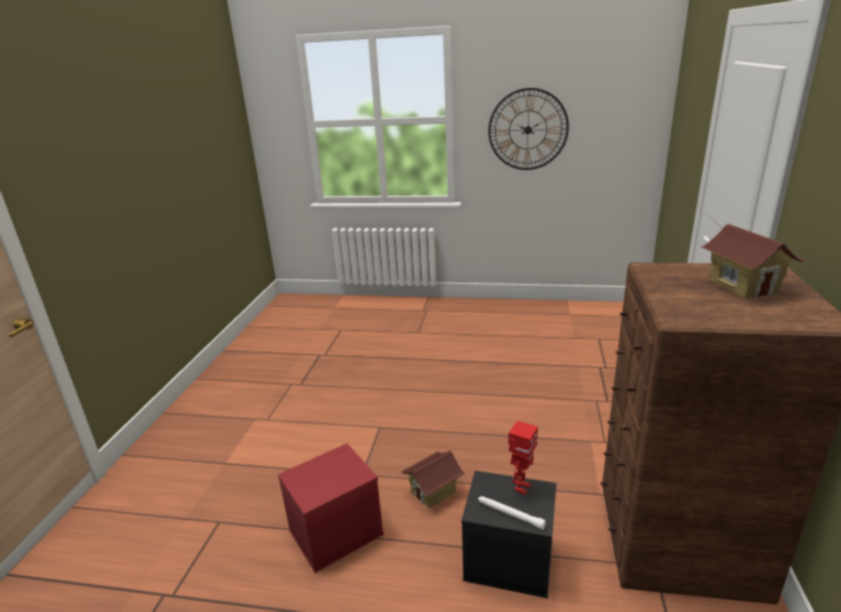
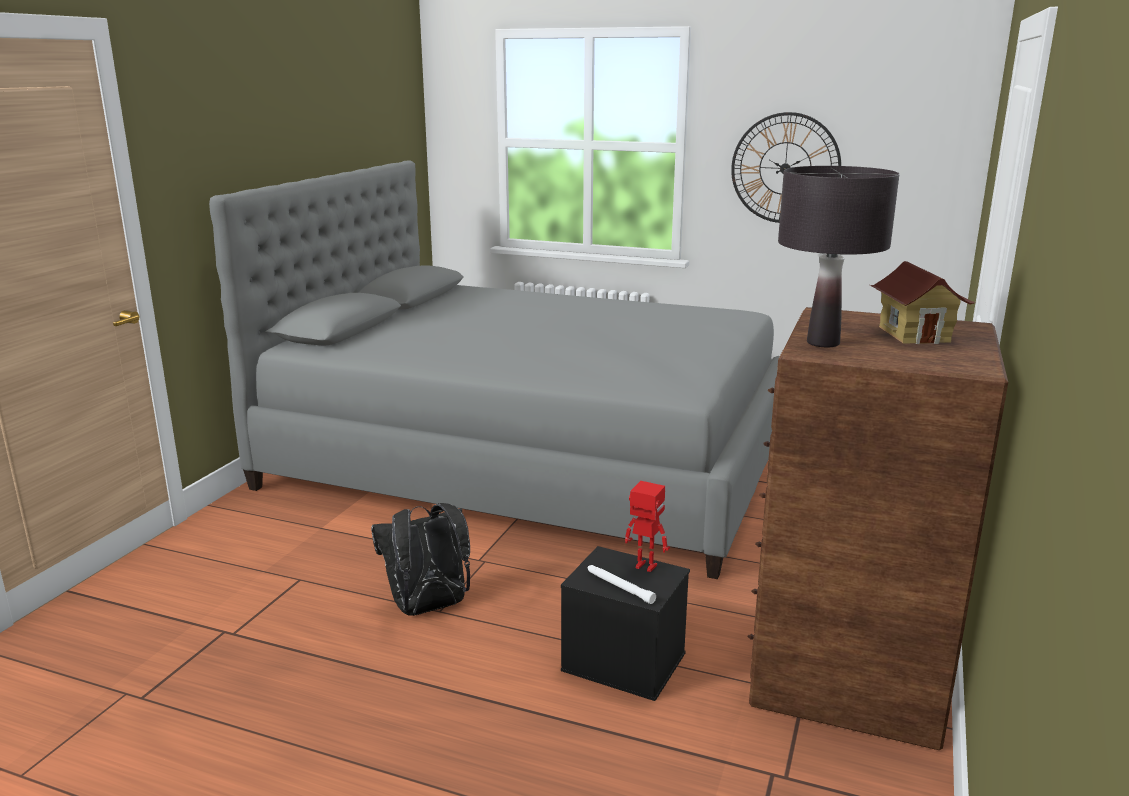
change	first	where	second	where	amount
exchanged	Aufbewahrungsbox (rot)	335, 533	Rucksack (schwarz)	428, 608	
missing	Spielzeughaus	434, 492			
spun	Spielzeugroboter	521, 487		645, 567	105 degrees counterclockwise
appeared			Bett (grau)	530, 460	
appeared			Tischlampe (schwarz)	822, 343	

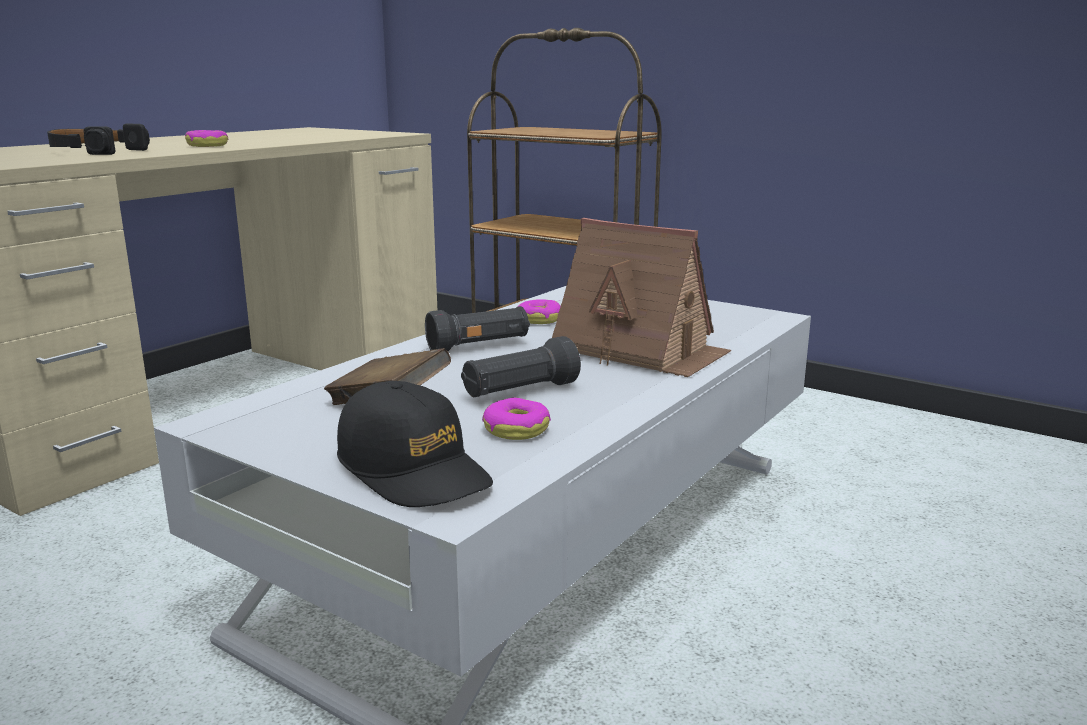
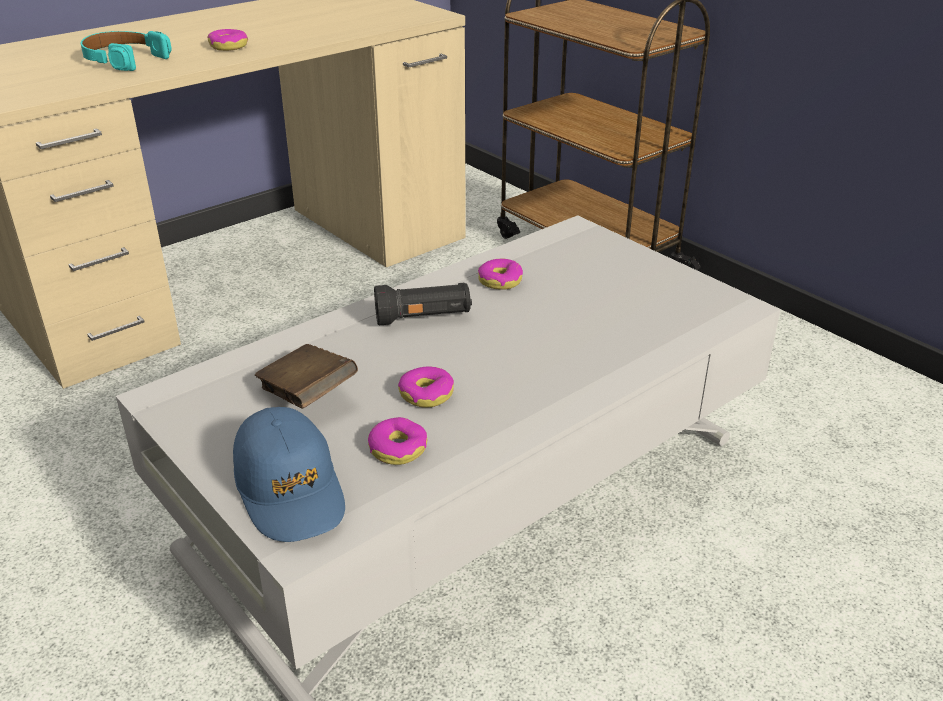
change	first	where	second	where	amount
colour	Kopfhörer (schwarz)	96, 151	Kopfhörer (türkis)	124, 60	
colour	Kappe (schwarz)	413, 470	Kappe (blau)	290, 489	
exchanged	Taschenlampe (schwarz)	520, 392	Donut	427, 394	
missing	Spielzeughaus	641, 350			

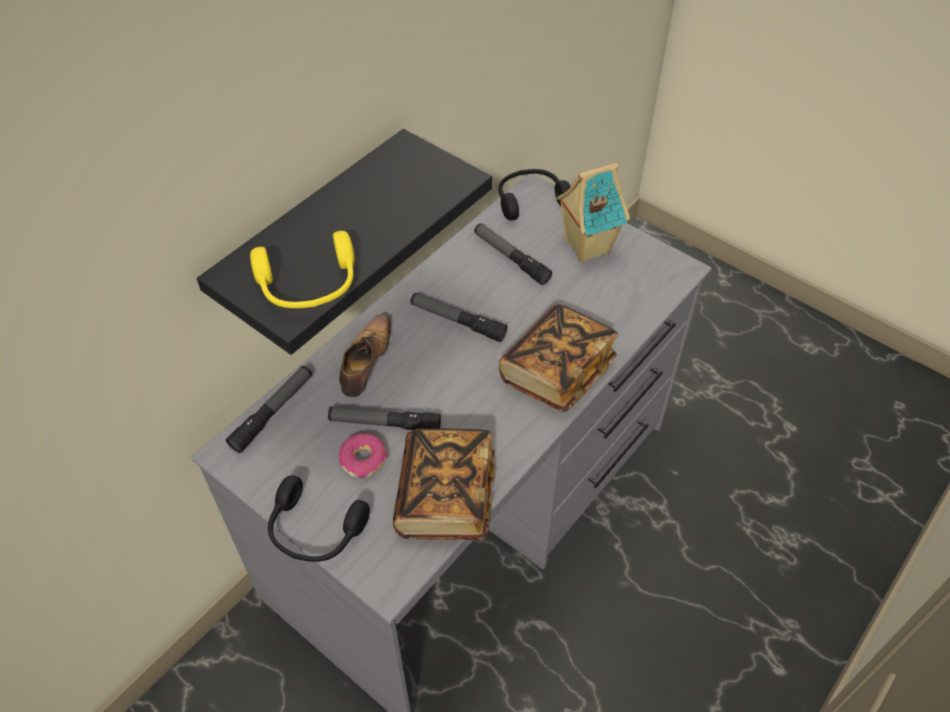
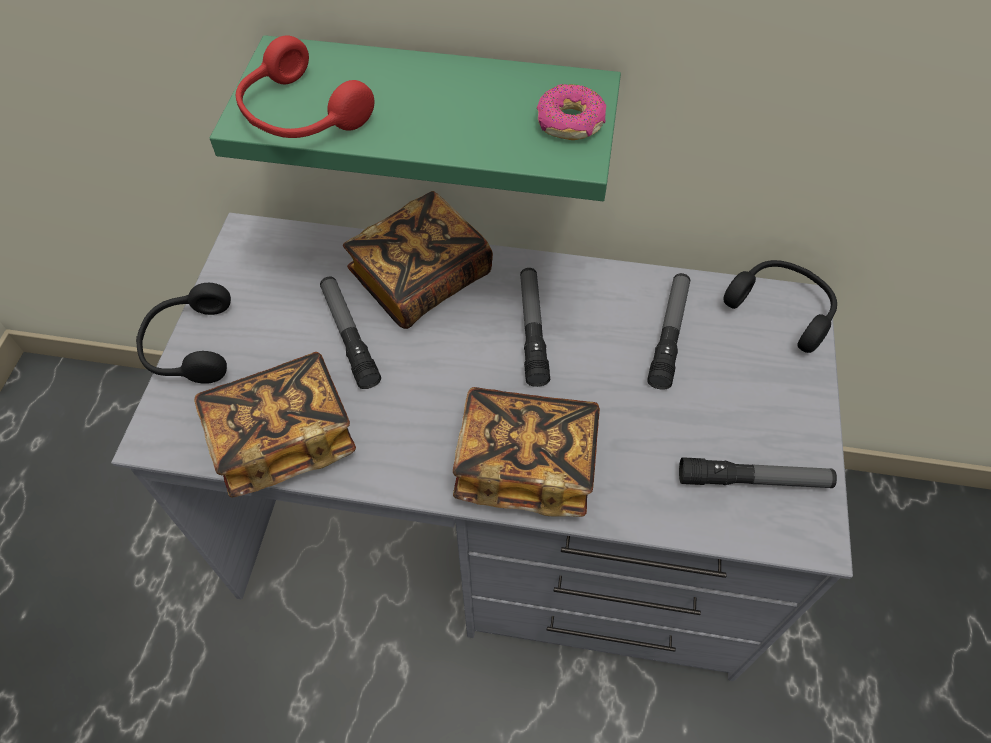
change	first	where	second	where	amount
colour	Wandregal (schwarz)	314, 234	Wandregal (grün)	442, 105	
relocated	Taschenlampe	273, 412		753, 480	
colour	Kopfhörer (gelb)	309, 287	Kopfhörer (rot)	299, 115	
relocated	Donut	363, 459		570, 123	
exchanged	Schuh	365, 361	Buch	421, 279	
missing	Spielzeughaus	586, 247			

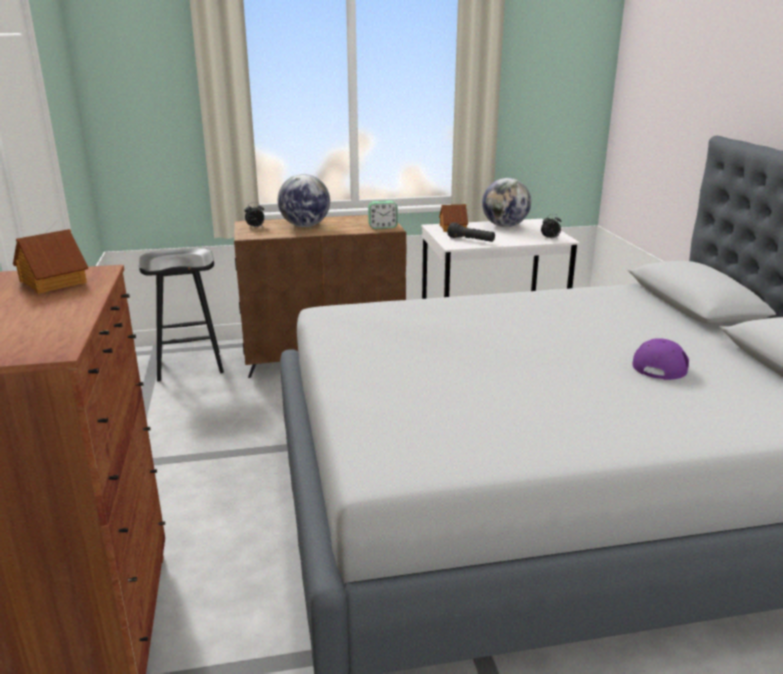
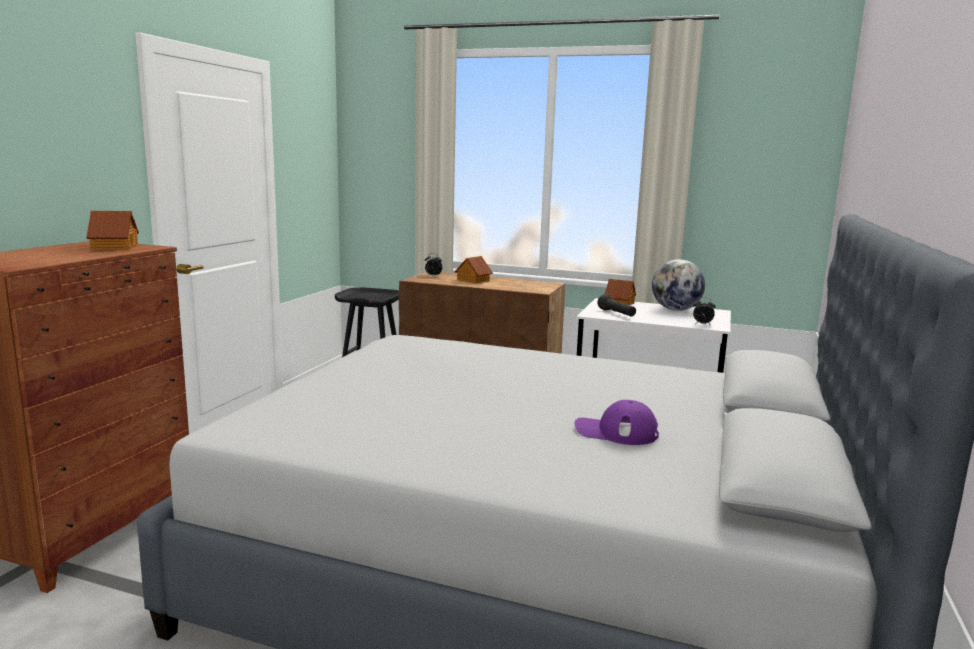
change	first	where	second	where	amount
exchanged	Globus	305, 226	Spielzeughaus	472, 280	
missing	Wecker	382, 227			
spun	Kappe (lila)	661, 364		615, 432	135 degrees counterclockwise

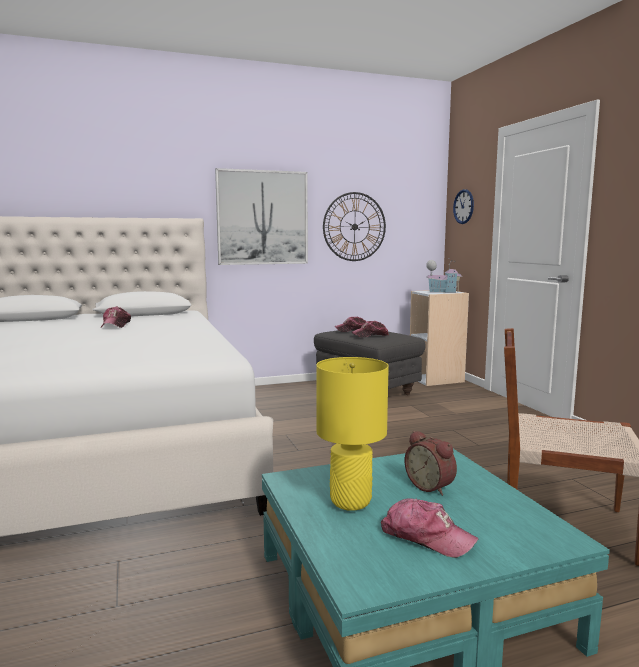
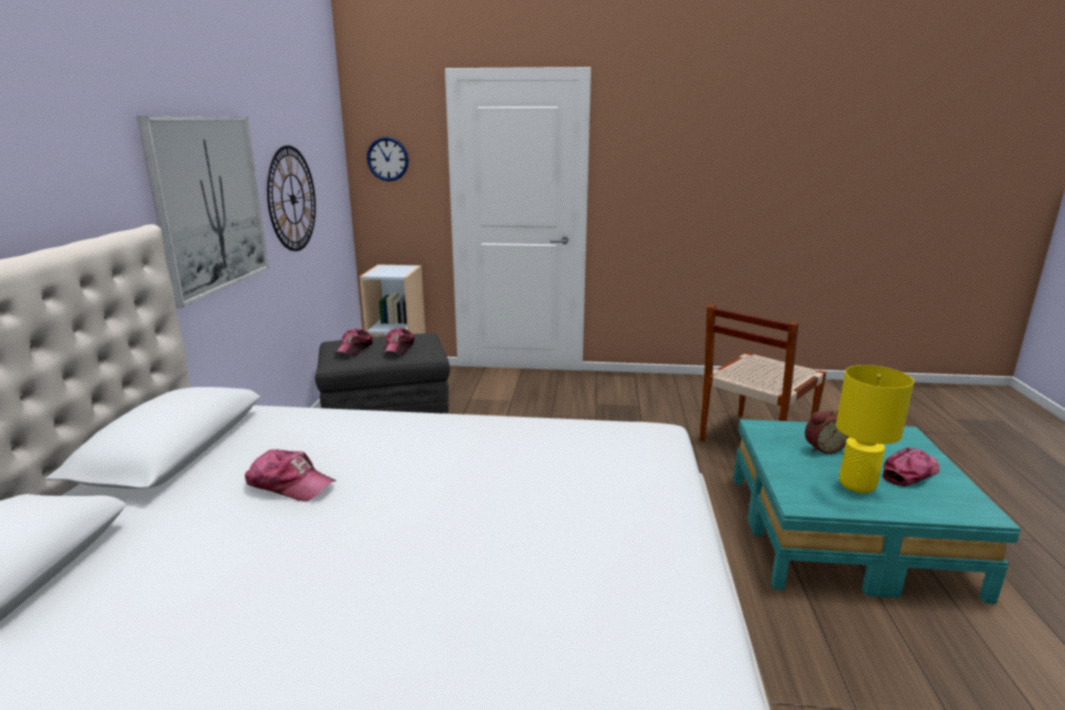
change	first	where	second	where	amount
missing	Spielzeughaus	442, 292			

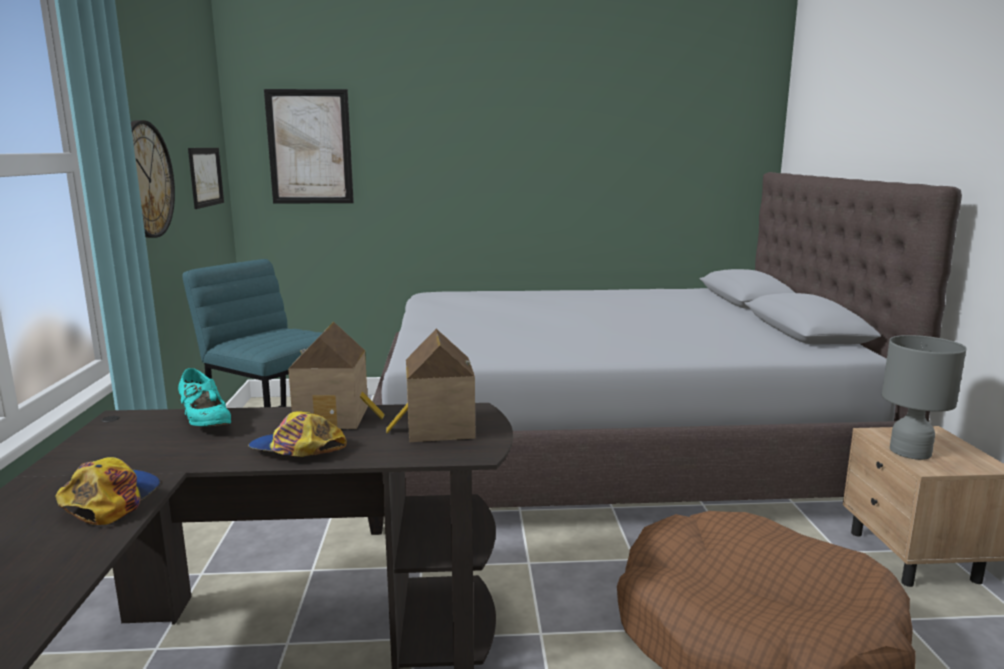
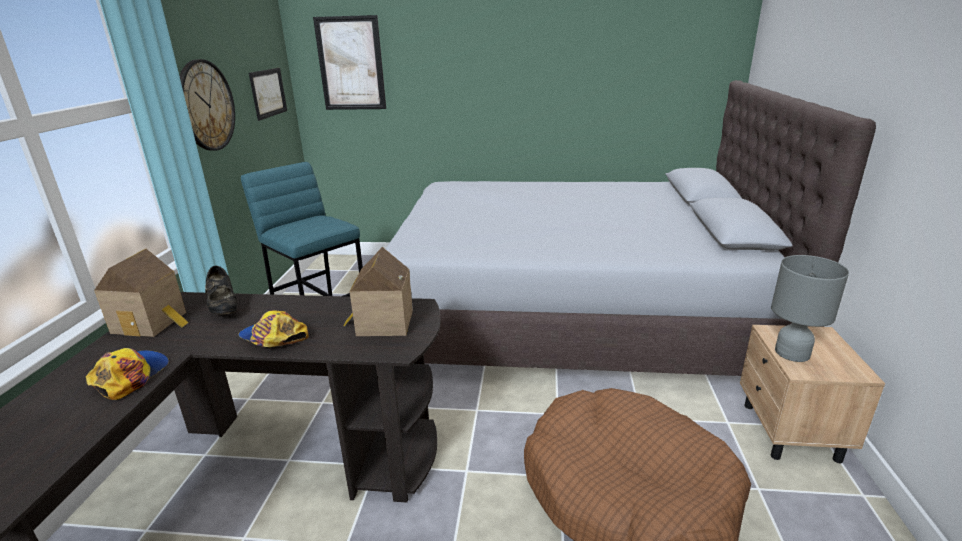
change	first	where	second	where	amount
colour	Schuh (türkis)	205, 423	Schuh (schwarz)	223, 307	
relocated	Spielzeughaus	336, 417		152, 323	

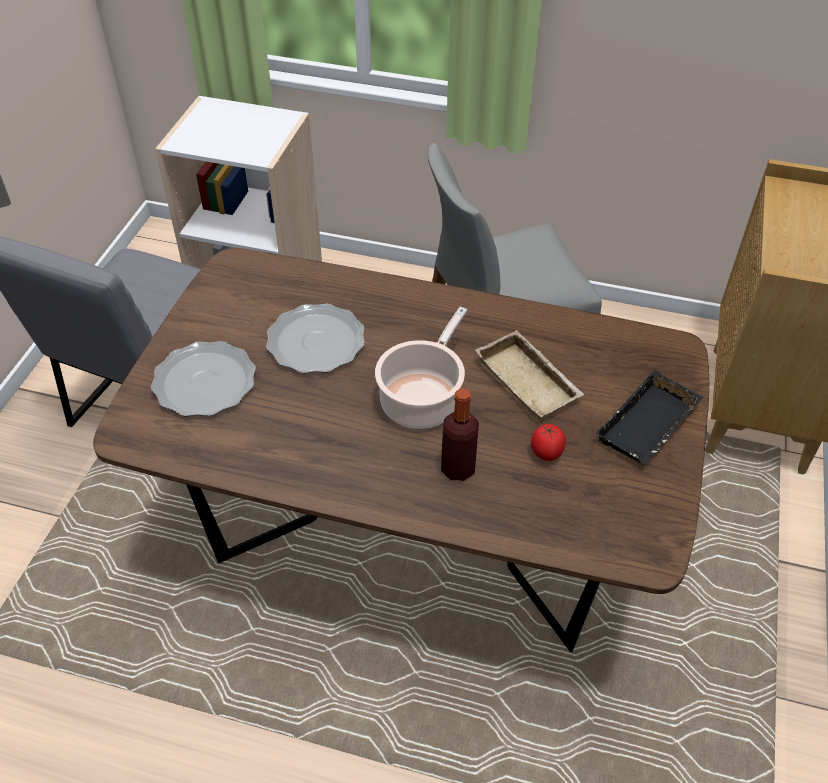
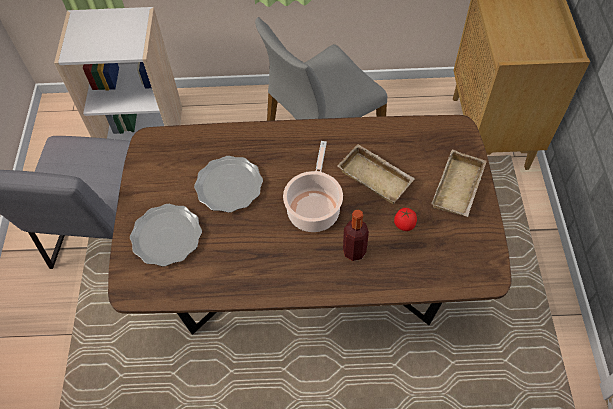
change	first	where	second	where	amount
colour	Tablett (schwarz)	649, 427	Tablett (beige)	459, 189	

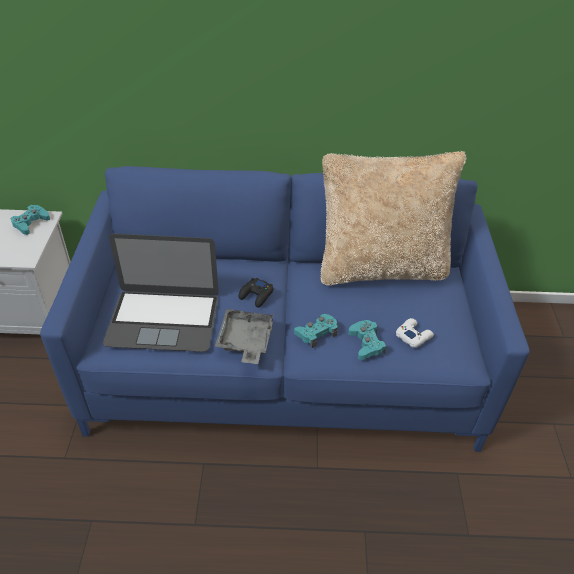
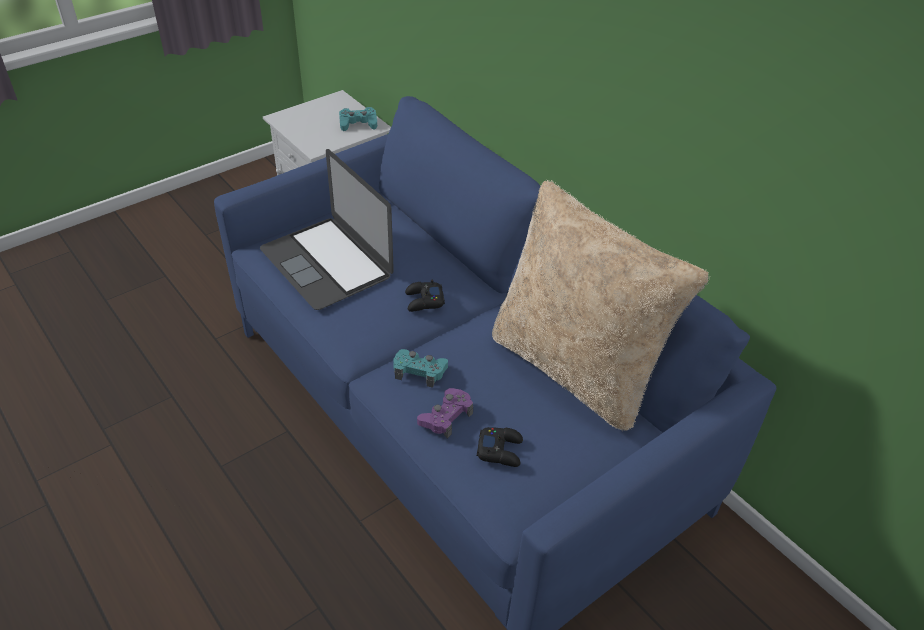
change	first	where	second	where	amount
missing	Tablett (grau)	245, 341			
colour	Gamepad (türkis)	366, 343	Gamepad (lila)	446, 417	
colour	Gamepad (weiß)	413, 335	Gamepad (schwarz)	500, 450	

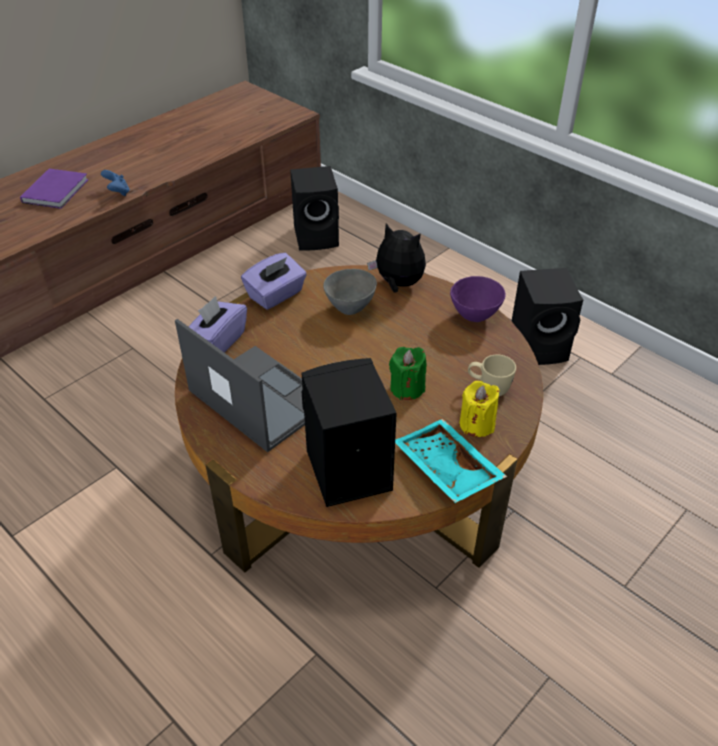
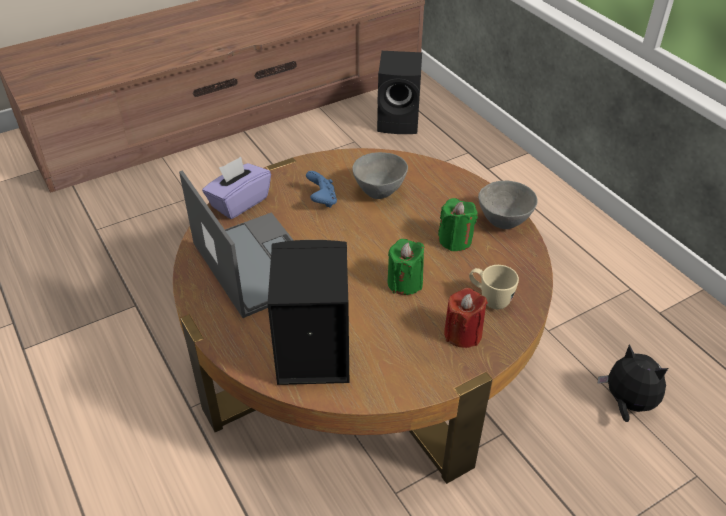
change	first	where	second	where	amount
missing	Buch (lila)	57, 190			
relocated	Gamepad (blau)	118, 192		322, 200	
missing	Taschentuchbox (lila)	276, 295			
relocated	Plüschtier	398, 284		627, 403	
missing	Tablett (türkis)	445, 469			
colour	Schüssel (lila)	475, 316	Schüssel (grau)	503, 223	
colour	Kerze (gelb)	477, 424	Kerze (rot)	463, 334	
missing	Lautsprecher (schwarz)	541, 346			
appeared			Kerze (grün)	455, 240	

